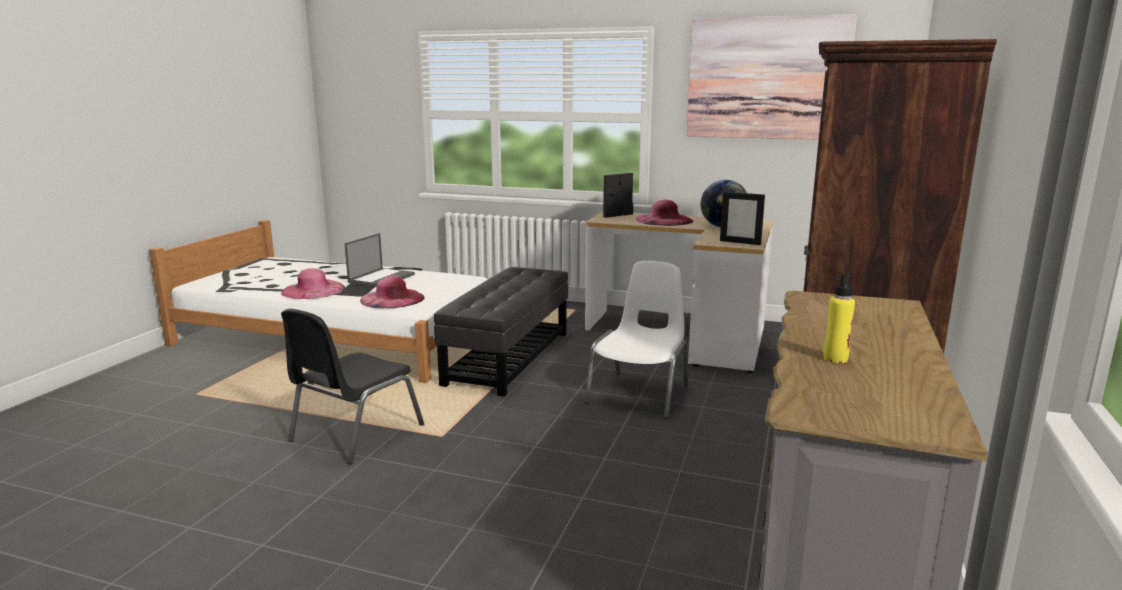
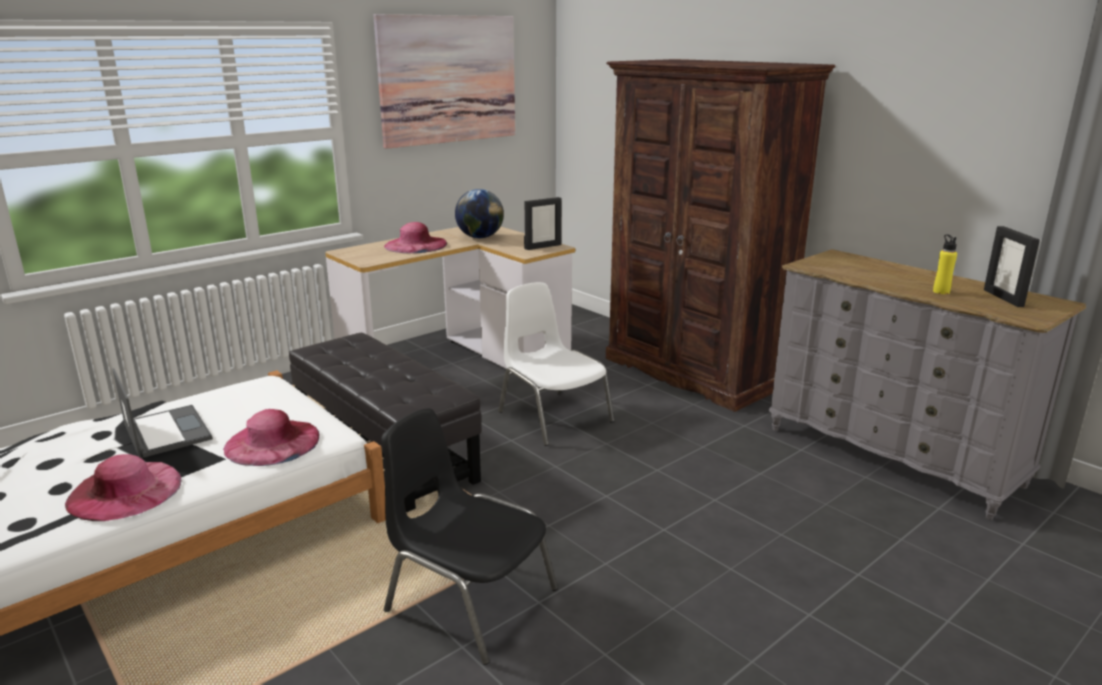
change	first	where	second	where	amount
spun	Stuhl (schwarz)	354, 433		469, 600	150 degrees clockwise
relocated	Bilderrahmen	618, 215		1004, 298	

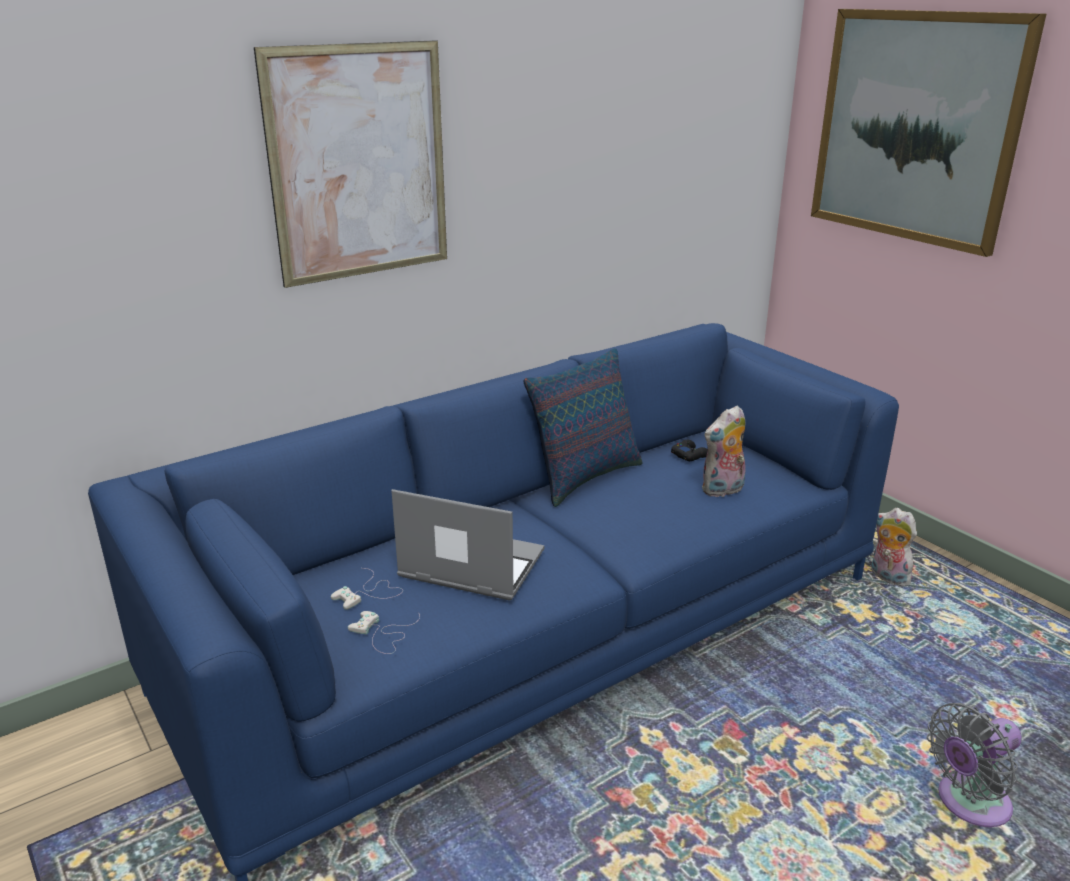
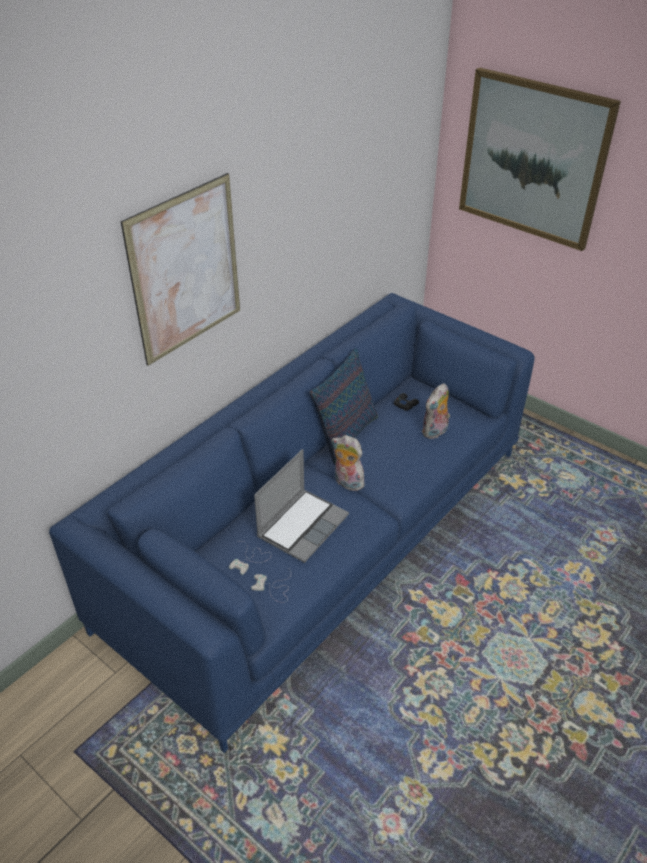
change	first	where	second	where	amount
spun	Laptop	469, 566		302, 525	120 degrees clockwise
relocated	Plüschtier	886, 577		347, 483	
missing	Ventilator (grau)	968, 804			

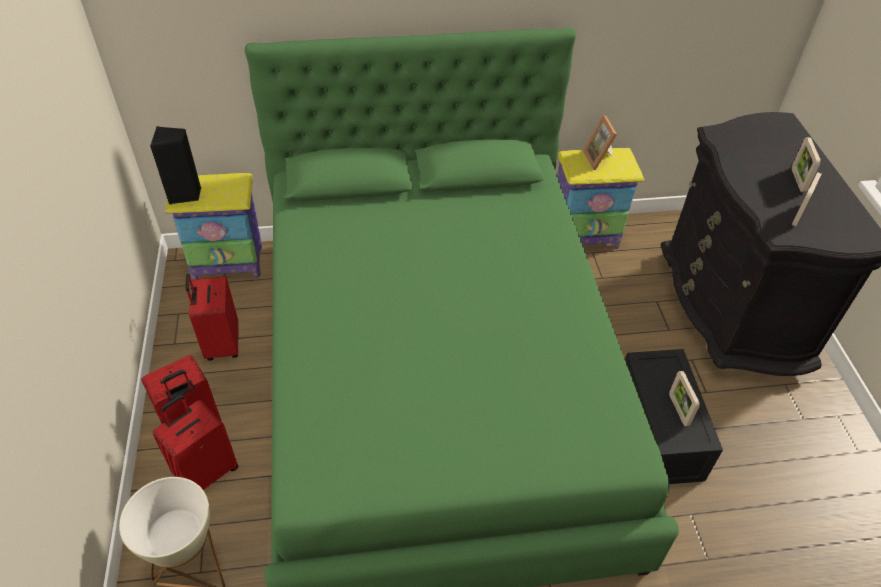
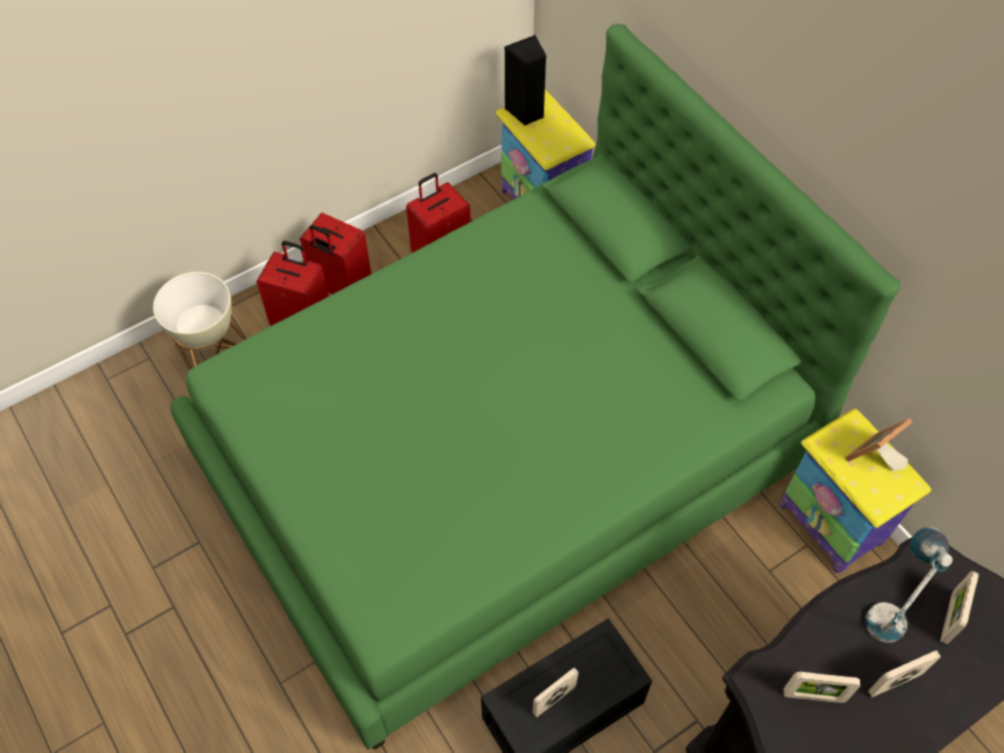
change	first	where	second	where	amount
appeared			Tischlampe	890, 608	
appeared			Bilderrahmen	949, 618	

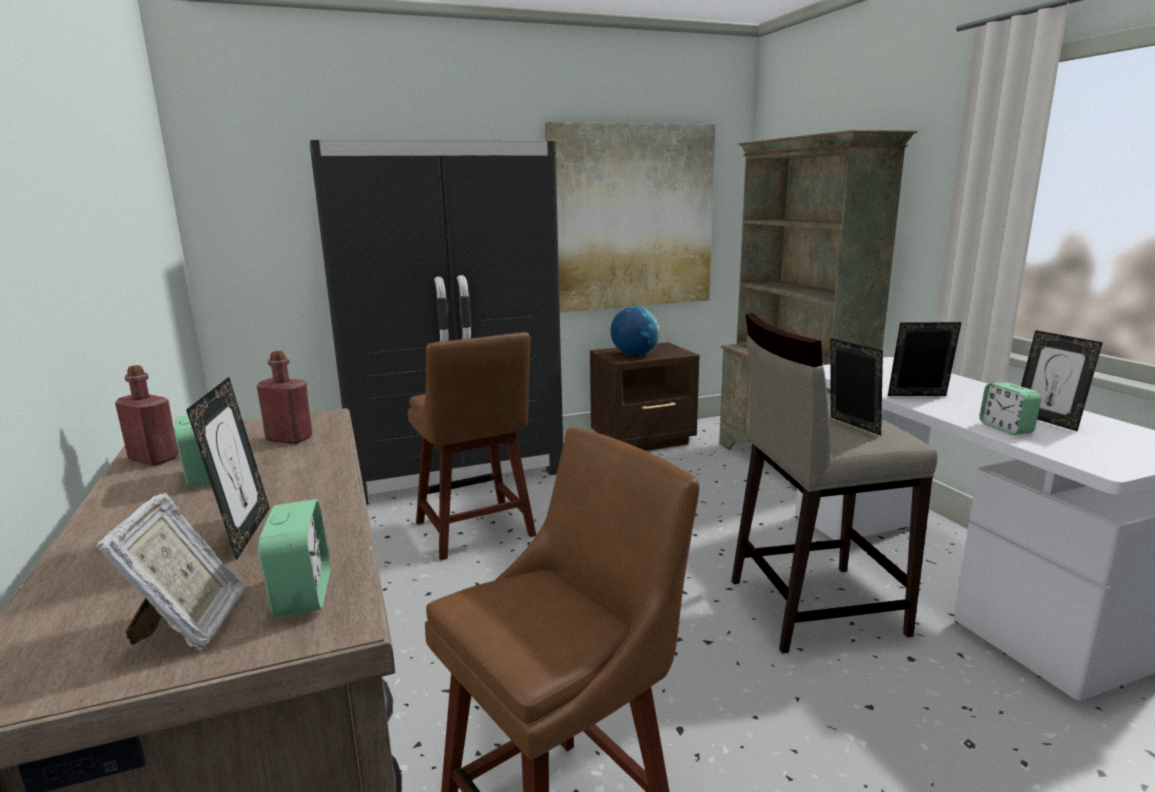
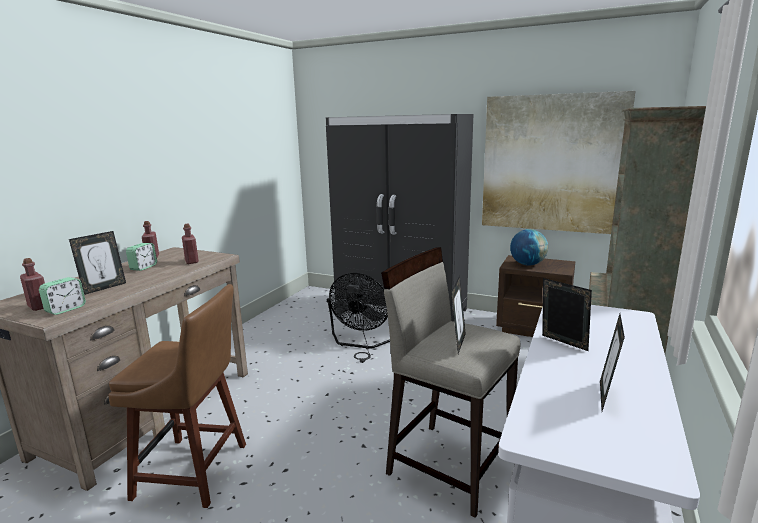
change	first	where	second	where	amount
exchanged	Bilderrahmen	189, 625	Flasche (rot)	39, 306	
exchanged	Stuhl (braun)	476, 532	Ventilator (schwarz)	360, 343	
missing	Wecker	1006, 428			

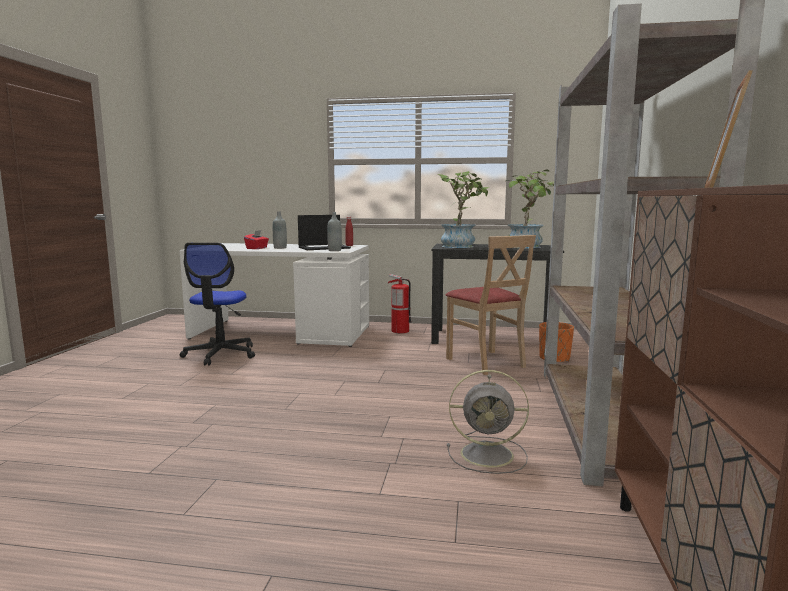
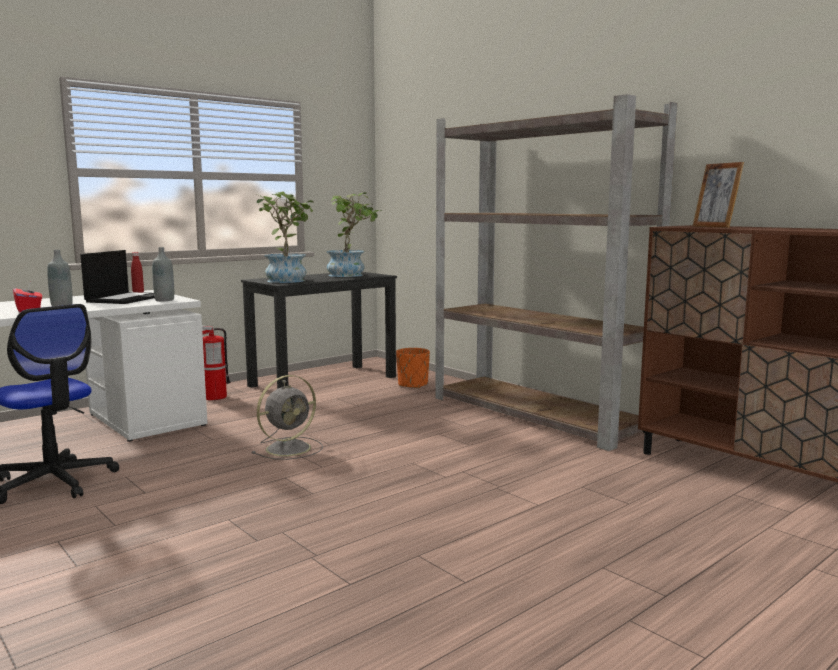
change	first	where	second	where	amount
missing	Stuhl (beige)	486, 362			
relocated	Ventilator (grau)	489, 454		290, 448	

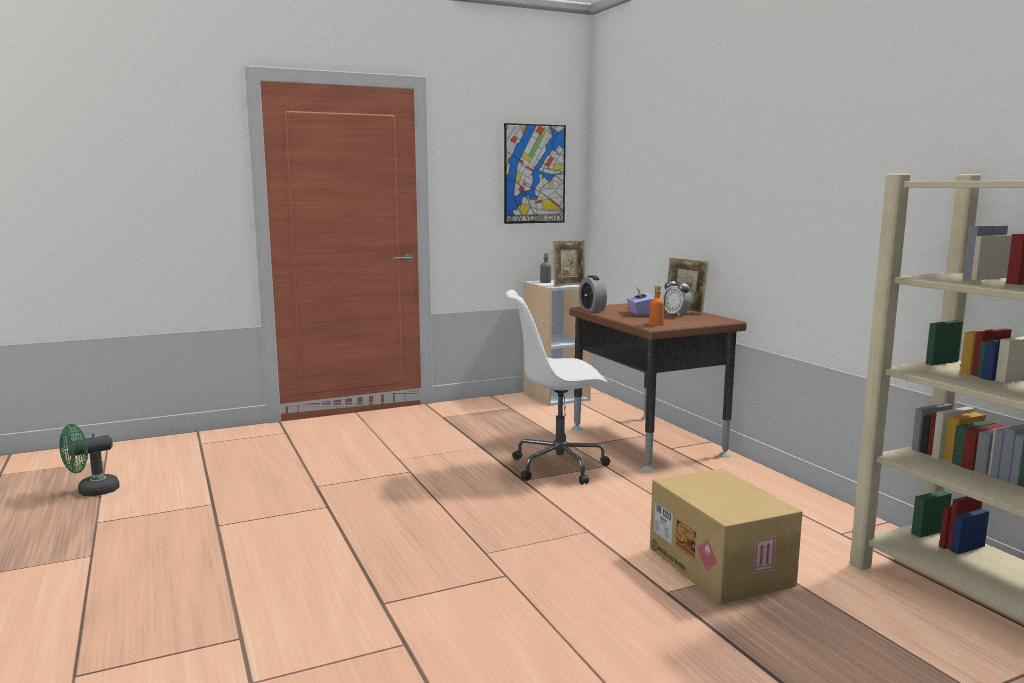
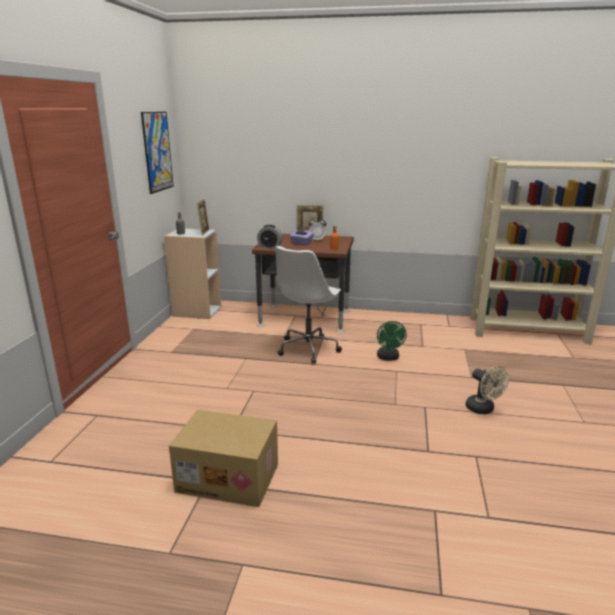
change	first	where	second	where	amount
relocated	Ventilator (grün)	91, 491		388, 358	
relocated	Karton	722, 566		229, 477	
appeared			Ventilator (beige)	483, 409	

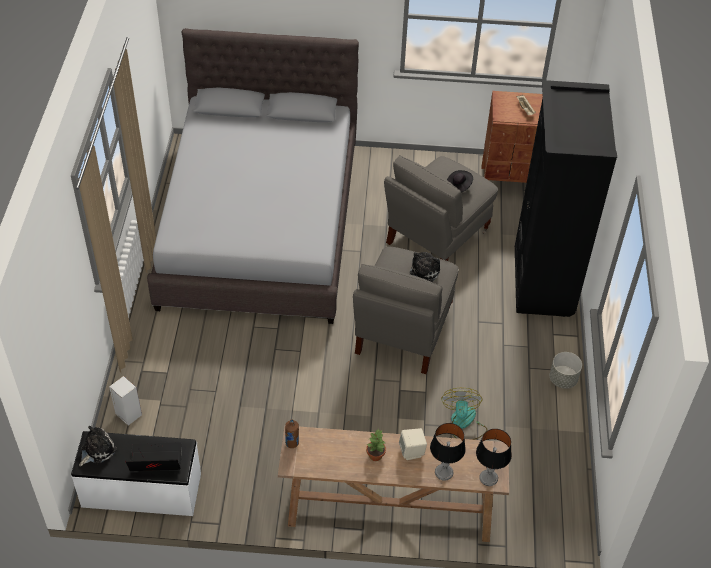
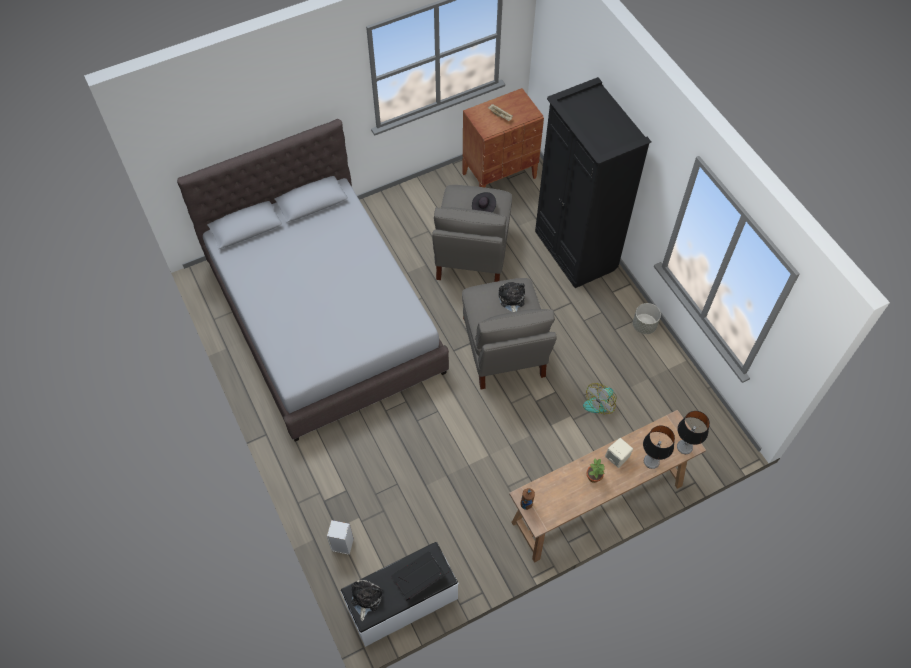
change	first	where	second	where	amount
spun	Ventilator	463, 423		600, 402	105 degrees counterclockwise

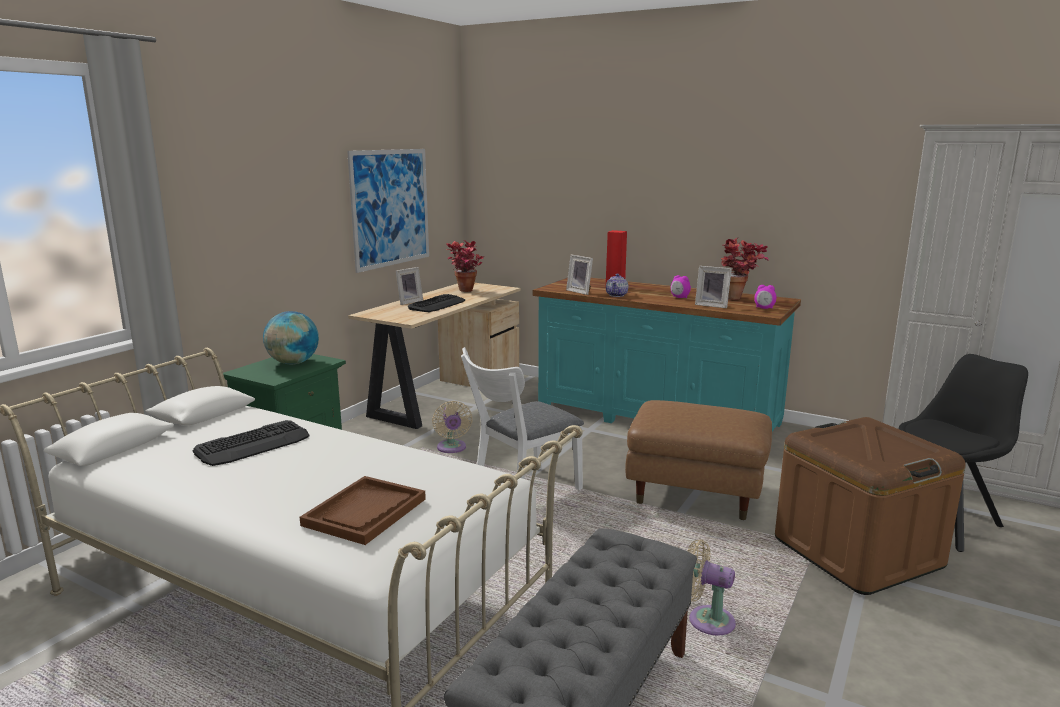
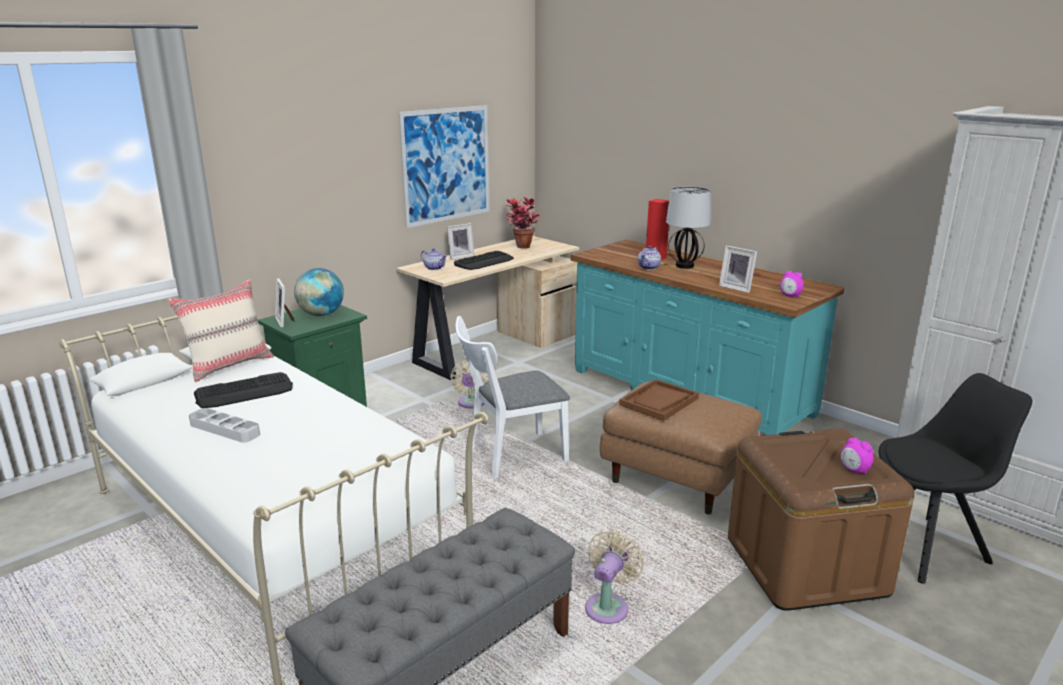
change	first	where	second	where	amount
relocated	Tablett (braun)	365, 512		659, 402	
relocated	Bilderrahmen	581, 291		285, 321	
relocated	Wecker	679, 297		854, 470	
spun	Ventilator (beige)	706, 620		608, 606	75 degrees clockwise
missing	Topfpflanze	739, 299			
appeared			Kissen (beige)	229, 365	
appeared			Tablett (grau)	224, 429	
appeared			Teekanne	434, 268	
appeared			Tischlampe	685, 266	

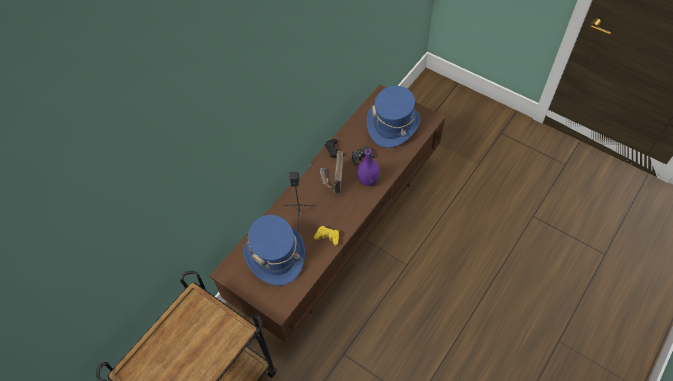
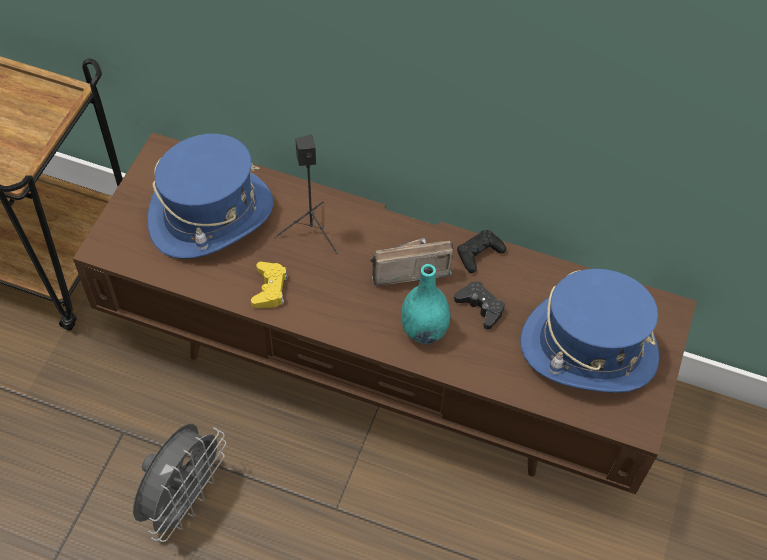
change	first	where	second	where	amount
colour	Vase (lila)	368, 180	Vase (türkis)	424, 331	
appeared			Ventilator (grau)	183, 500	

